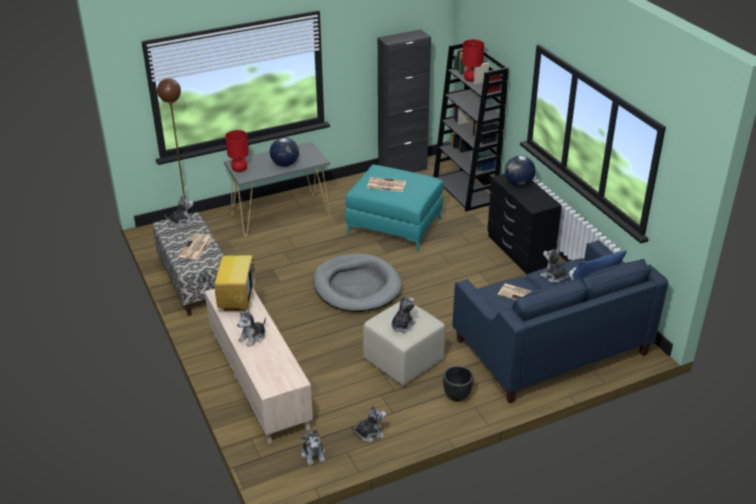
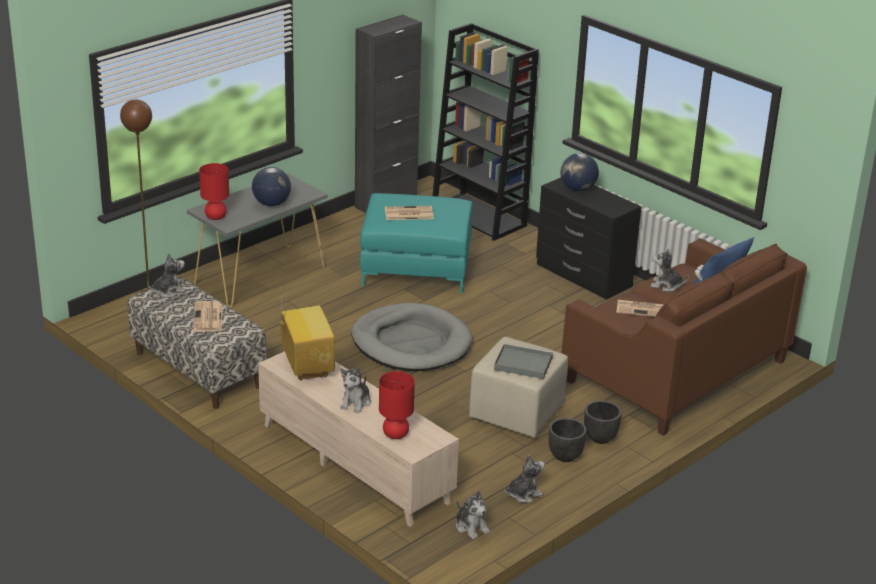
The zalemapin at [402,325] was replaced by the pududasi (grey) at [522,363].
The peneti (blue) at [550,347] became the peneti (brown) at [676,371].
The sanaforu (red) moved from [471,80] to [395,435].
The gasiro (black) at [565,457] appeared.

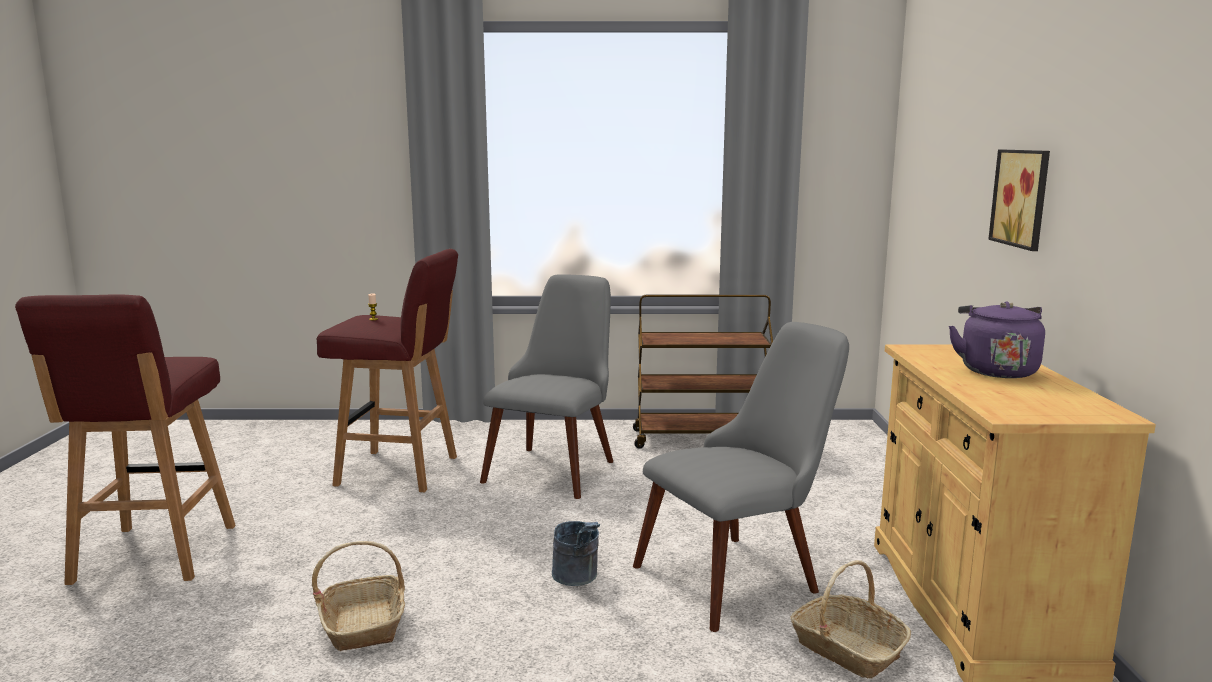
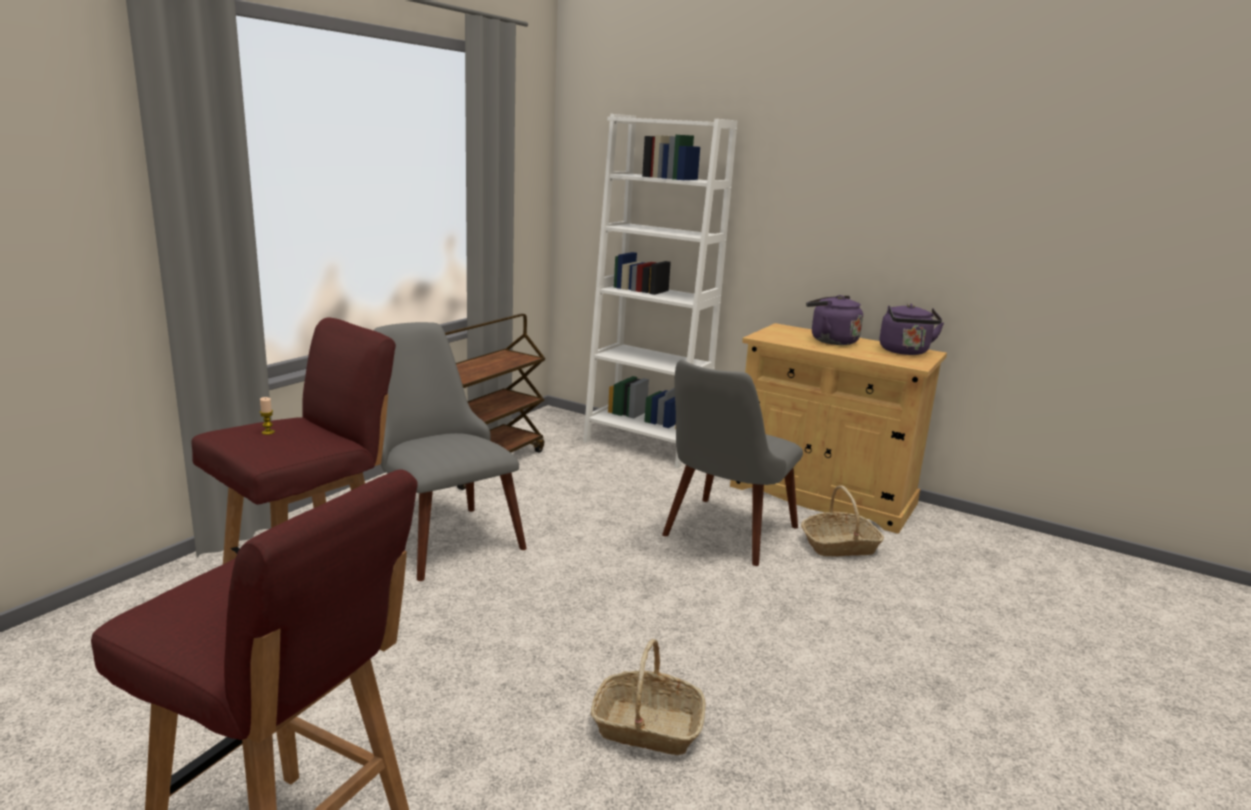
The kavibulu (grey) at [578,579] disappeared.
The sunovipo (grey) at [742,573] turned 150 degrees counterclockwise.
The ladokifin at [1024,198] disappeared.
The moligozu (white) at [645,445] appeared.
The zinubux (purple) at [905,352] appeared.

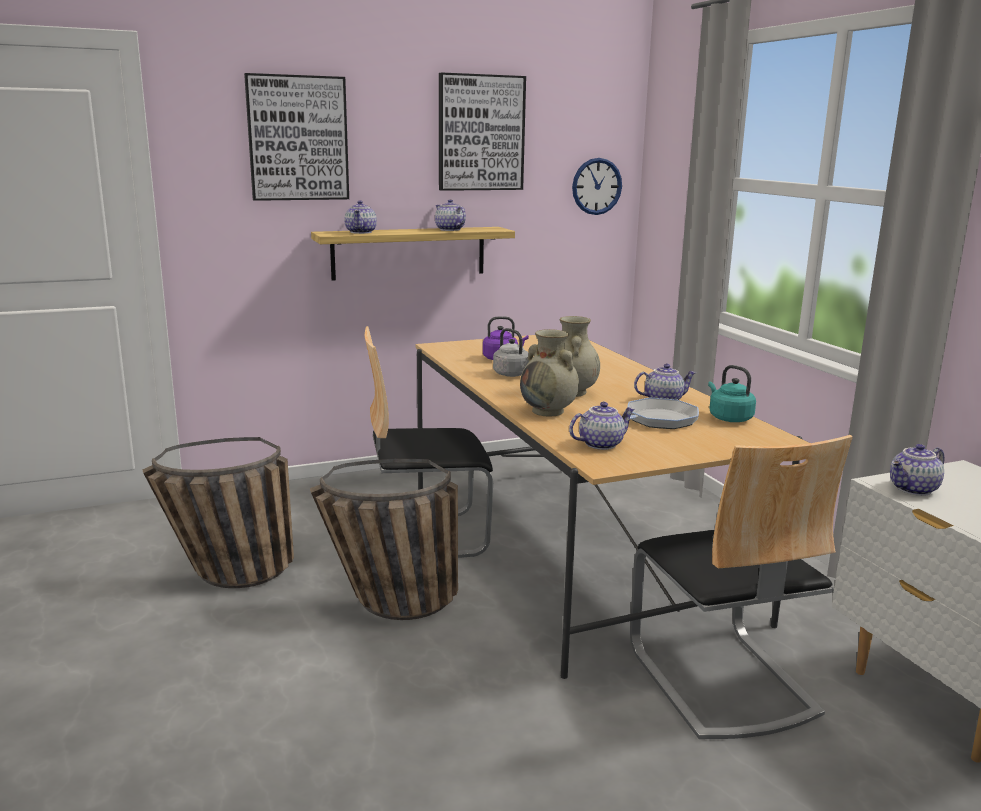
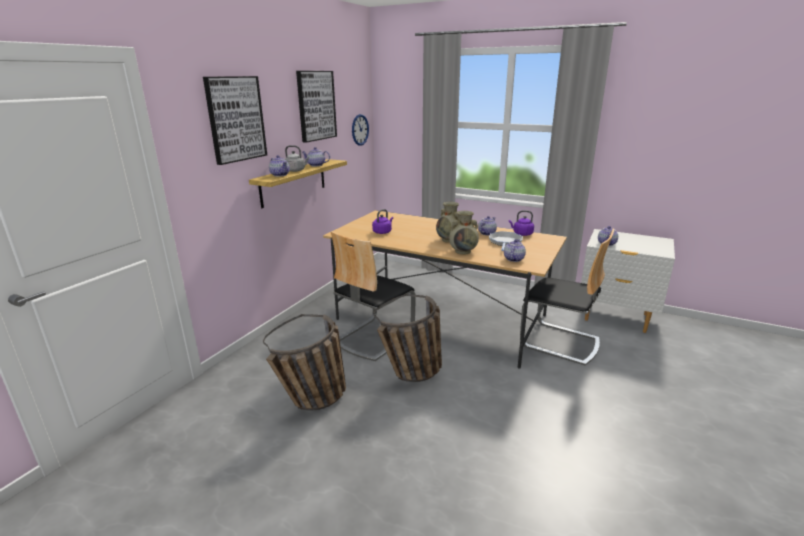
The zinubux (grey) moved from [513,374] to [296,170].
The zinubux (turquoise) at [728,418] became the zinubux (purple) at [521,234].

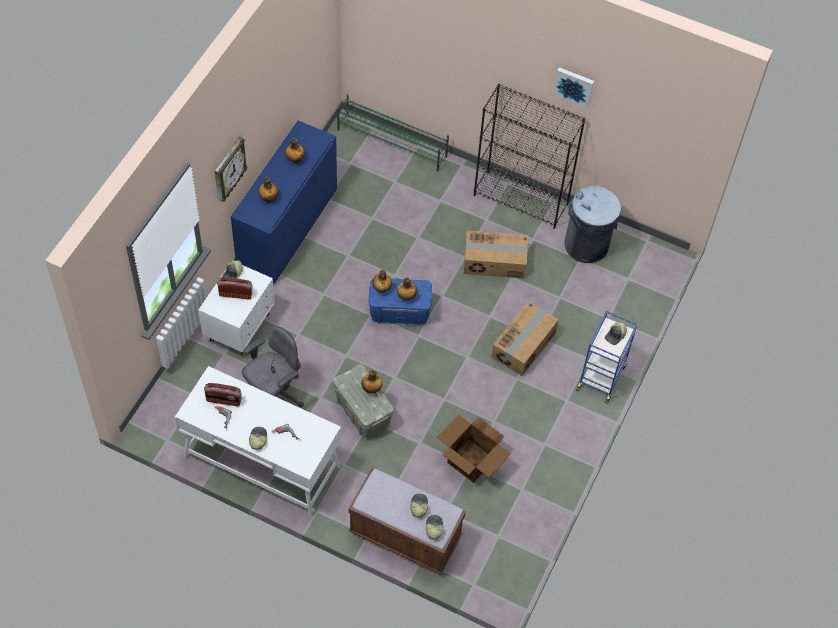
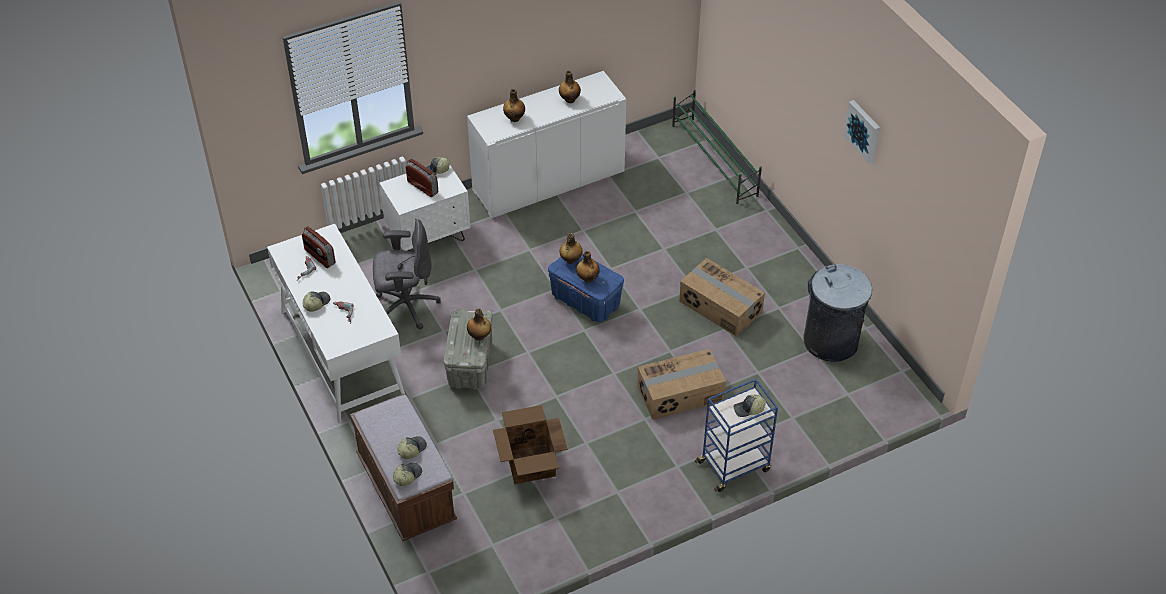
The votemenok at [228,170] disappeared.
The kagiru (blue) at [287,228] became the kagiru (white) at [548,181].
The moligozu (black) at [521,199] disappeared.

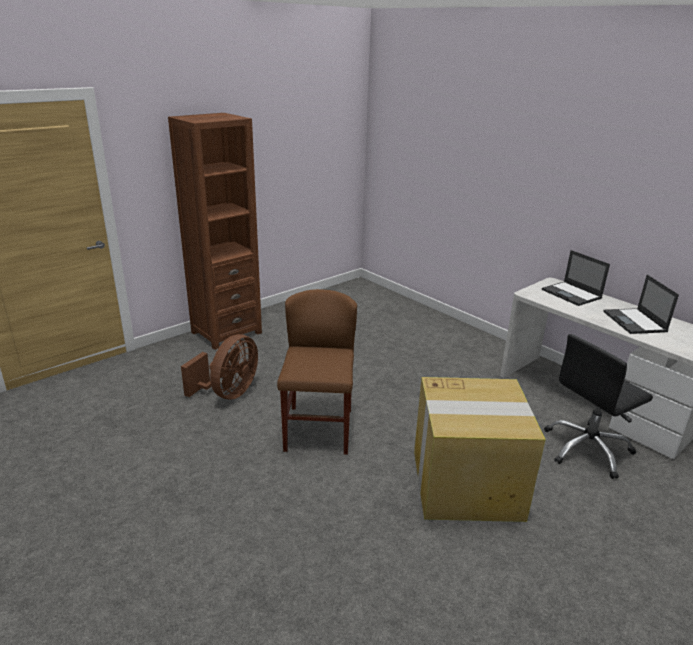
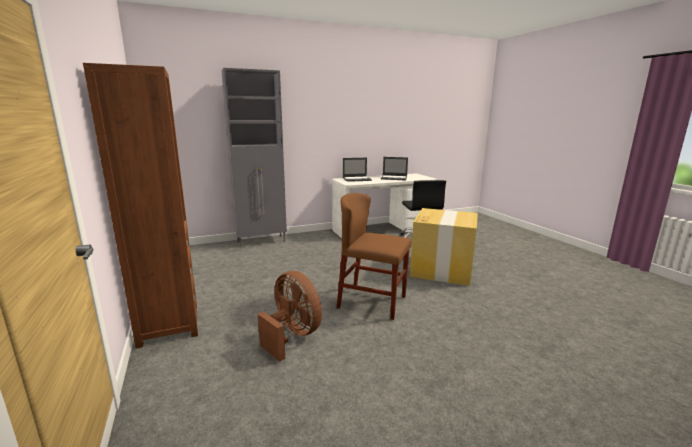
The kagiru (grey) at [262,241] appeared.

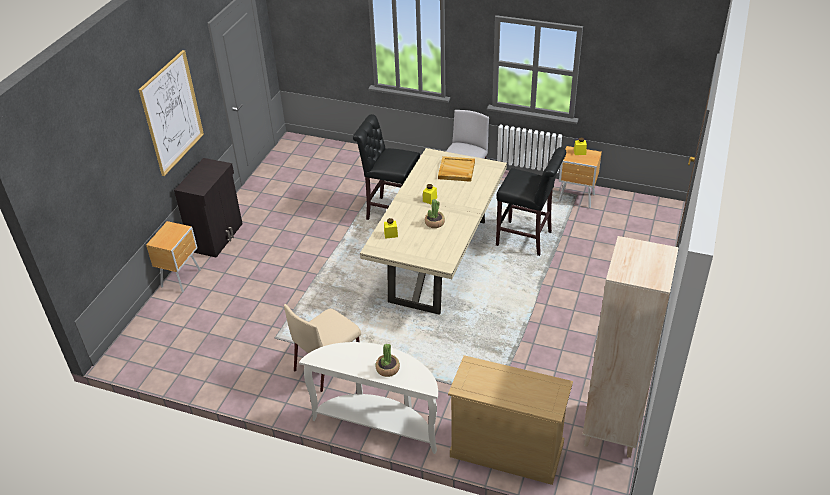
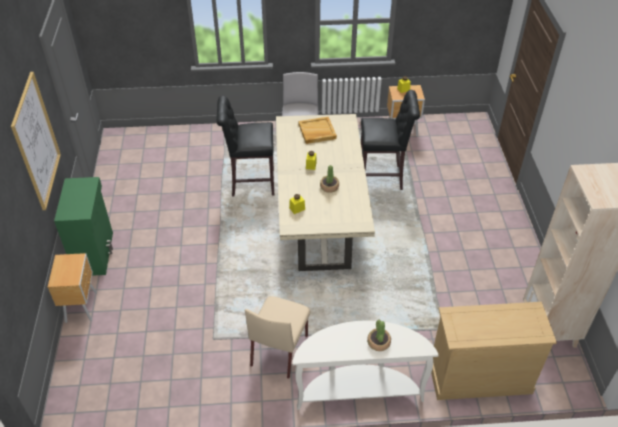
The kagiru (black) at [217,237] became the kagiru (green) at [95,253].

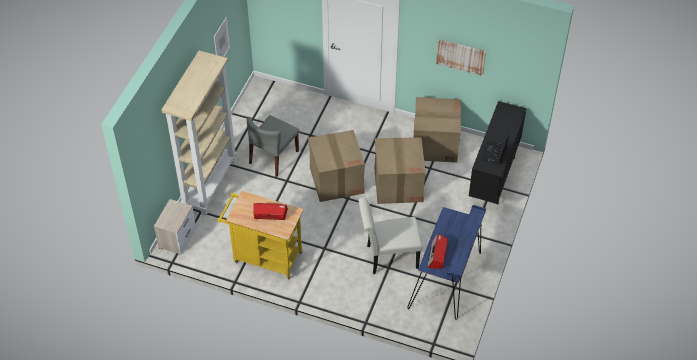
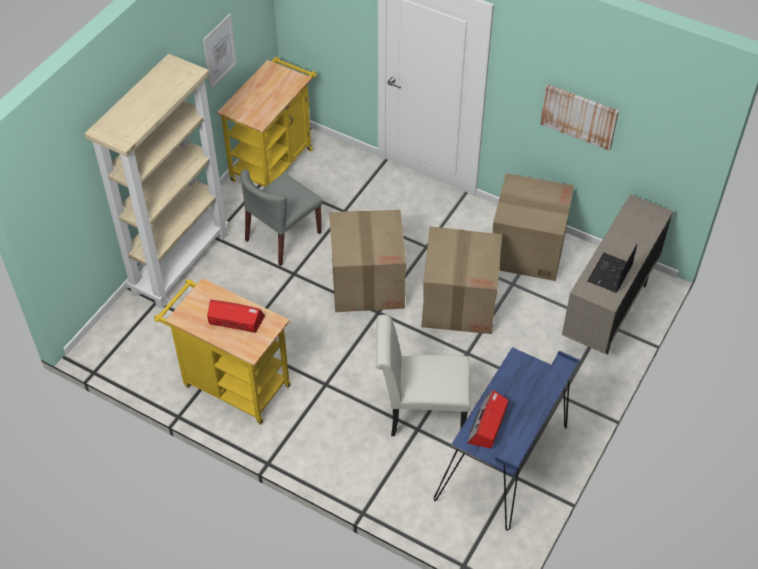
The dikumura at [178,237] disappeared.
The kagiru (black) at [493,177] became the kagiru (beige) at [608,312].
The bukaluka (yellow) at [274,161] appeared.

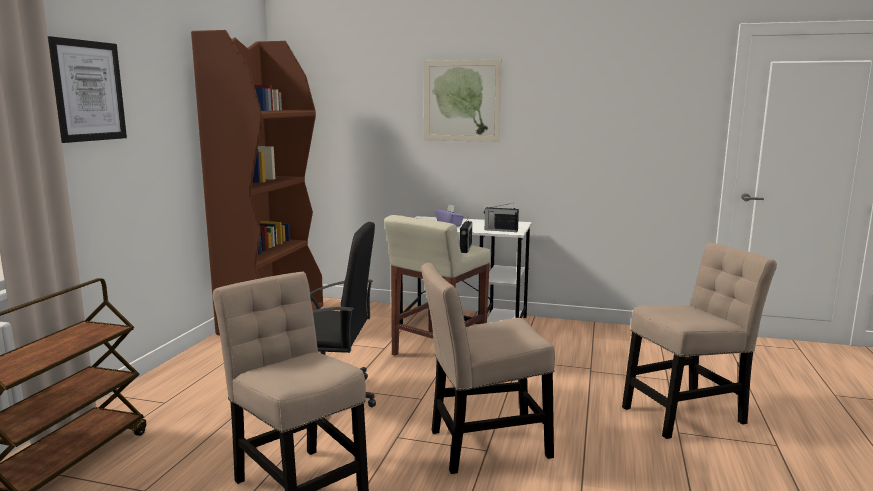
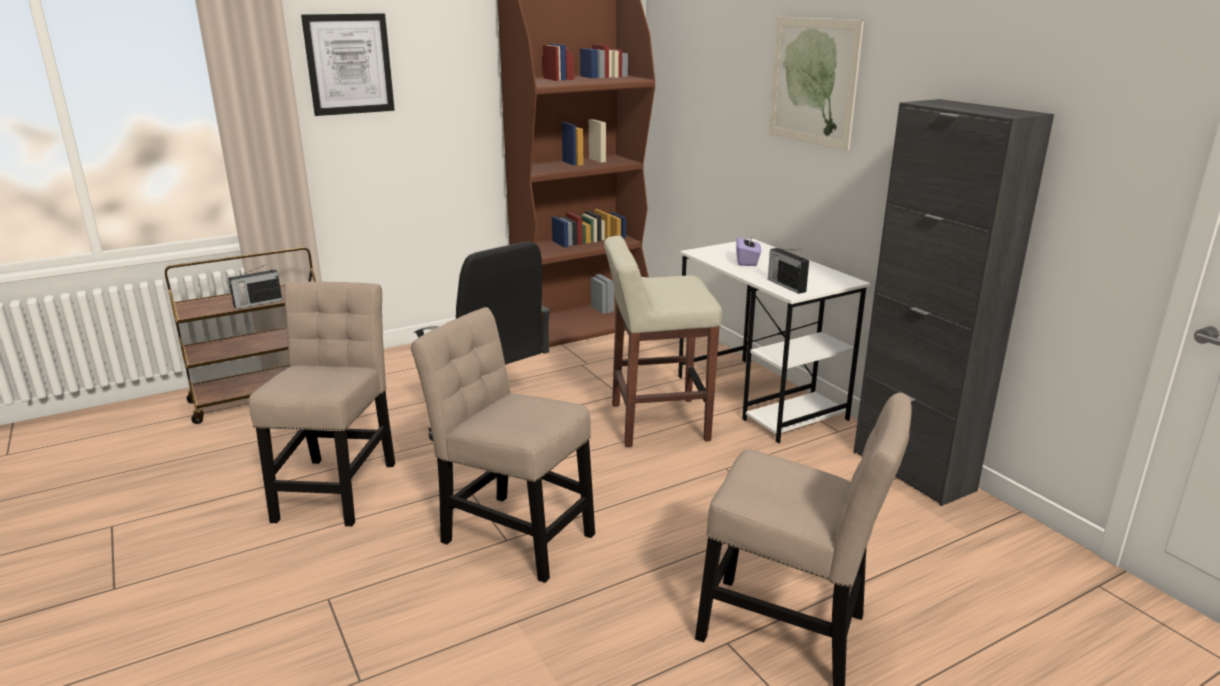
The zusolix moved from [465,248] to [257,303].
The kagiru (black) at [912,471] appeared.

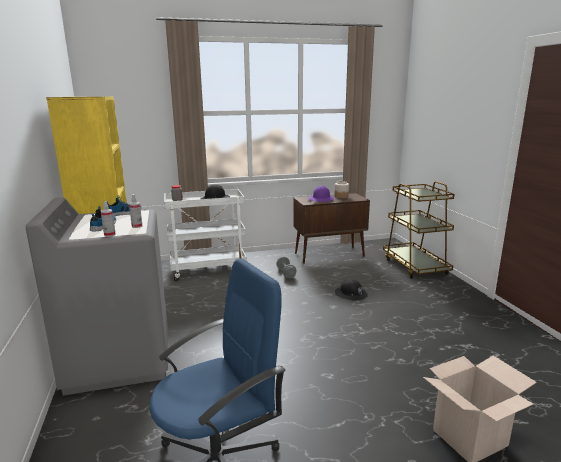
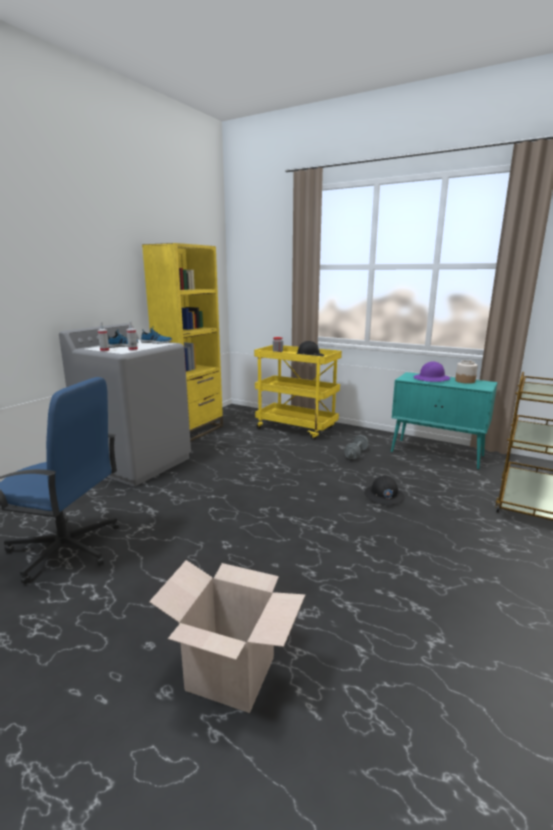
The bukaluka (white) at [208,269] became the bukaluka (yellow) at [297,428].
The kagiru (brown) at [330,255] became the kagiru (turquoise) at [437,454].

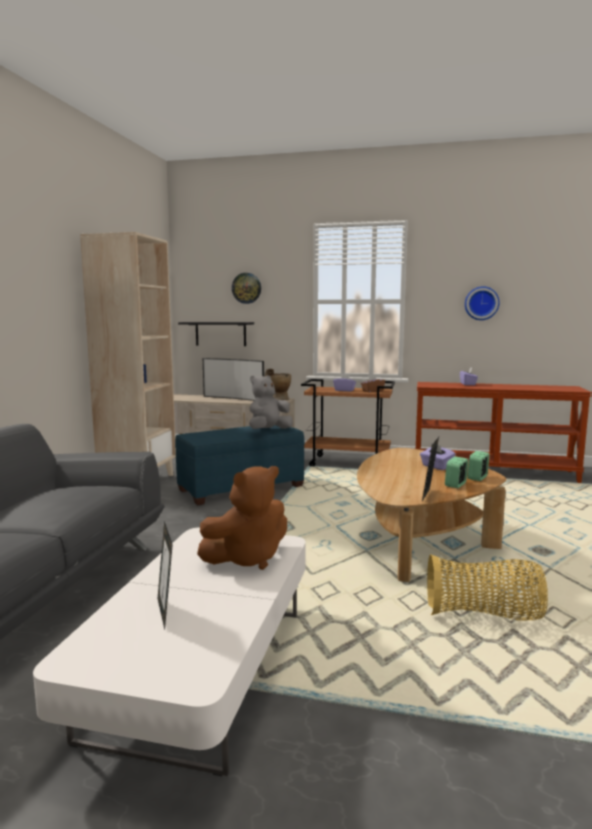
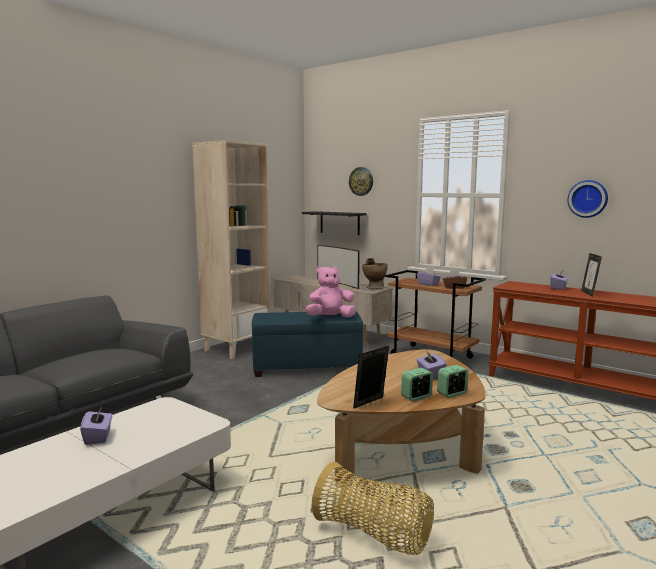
The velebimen moved from [166,612] to [589,293].
The zalemapin (brown) at [247,558] disappeared.
The zalemapin (grey) at [268,430] became the zalemapin (pink) at [330,318].
The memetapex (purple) at [98,437] appeared.

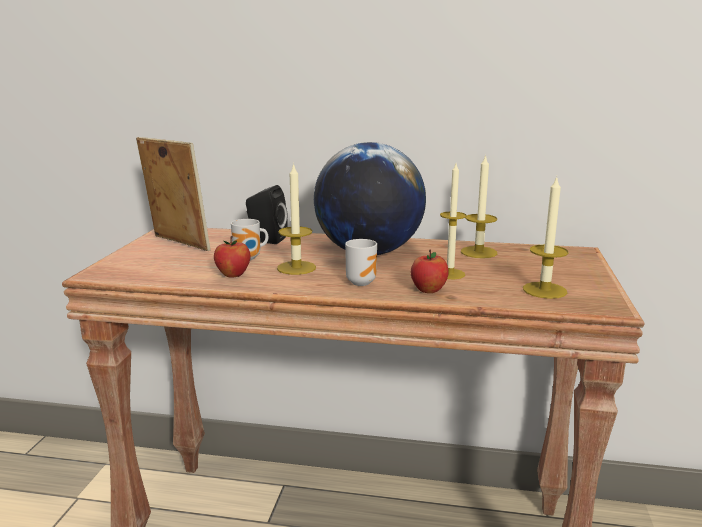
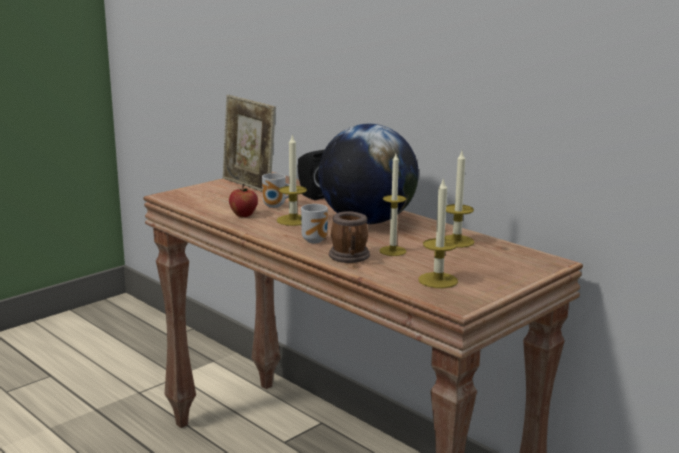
The velebimen at [177,244] turned 150 degrees clockwise.
The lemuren at [428,290] was replaced by the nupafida at [350,257].

